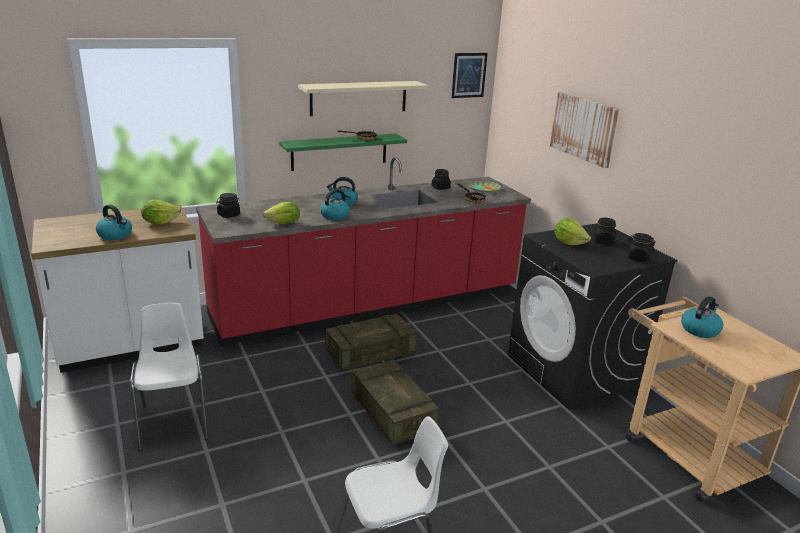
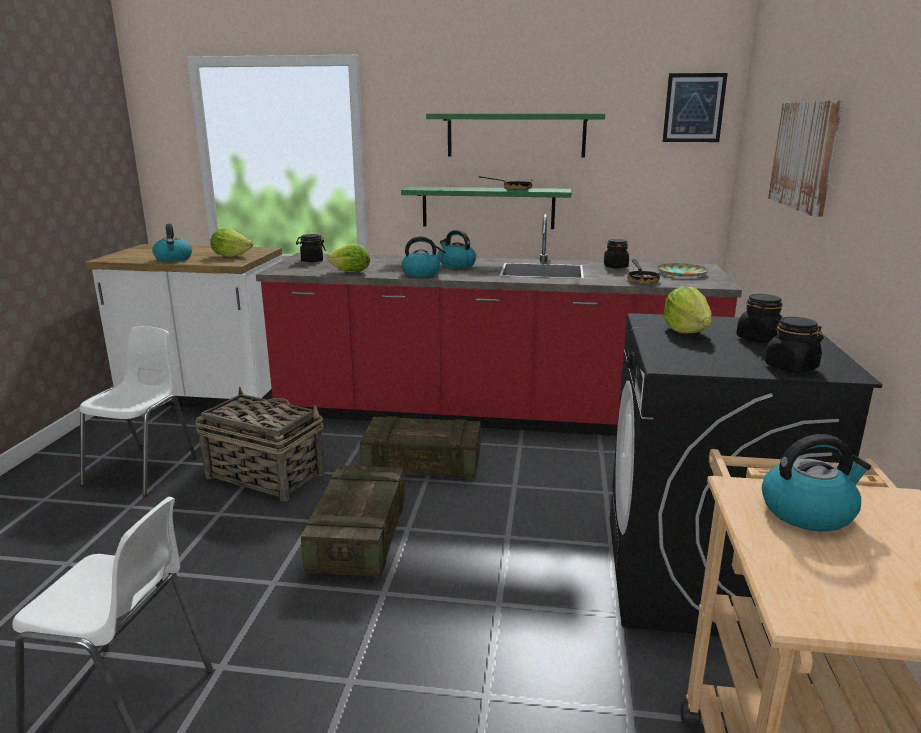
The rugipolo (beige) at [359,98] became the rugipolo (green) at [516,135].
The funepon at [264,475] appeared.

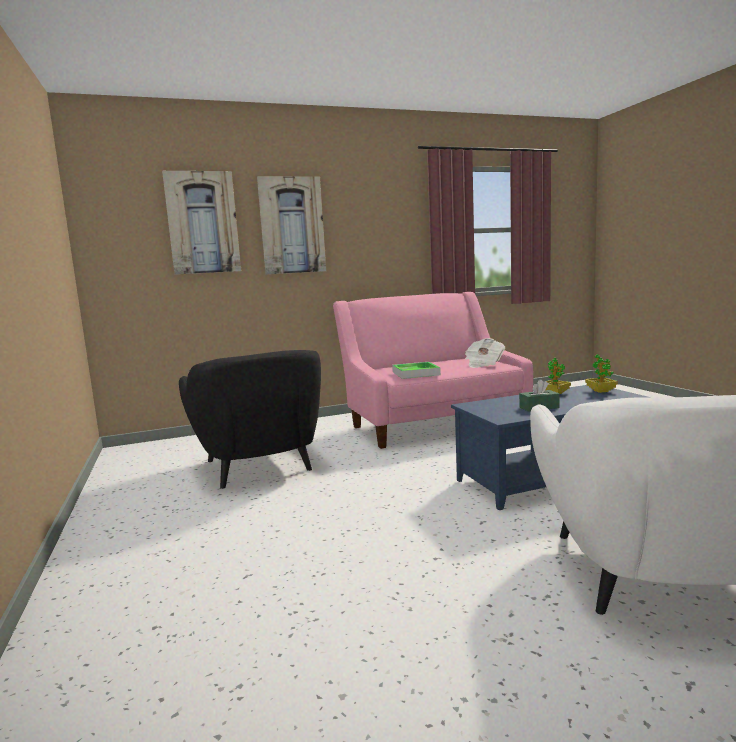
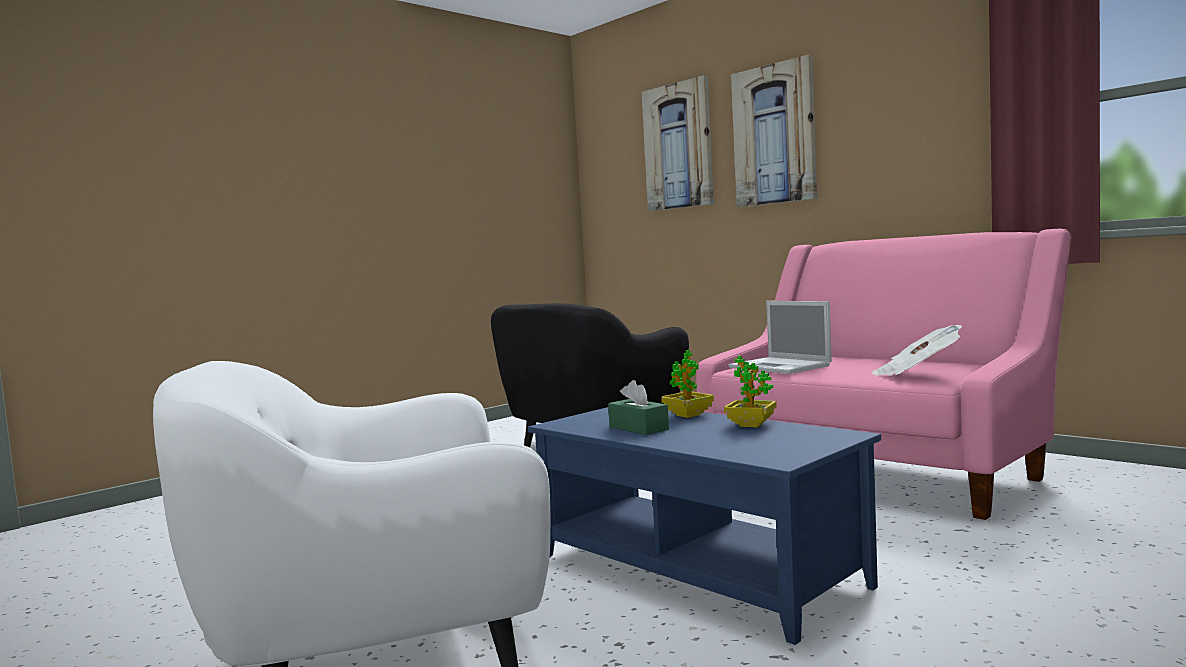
The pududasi at [416,373] was replaced by the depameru at [781,366].
The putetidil moved from [601,391] to [688,415].

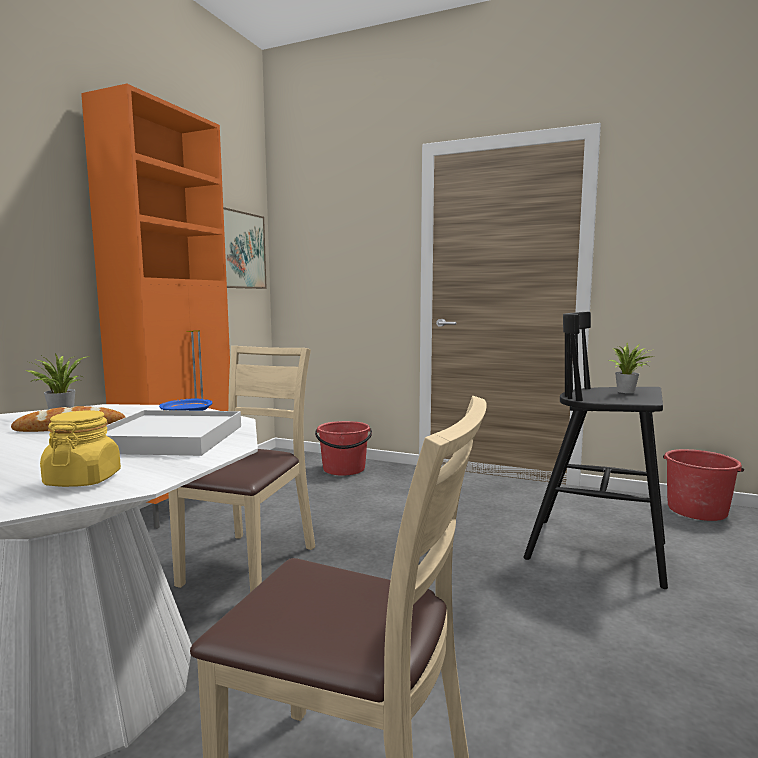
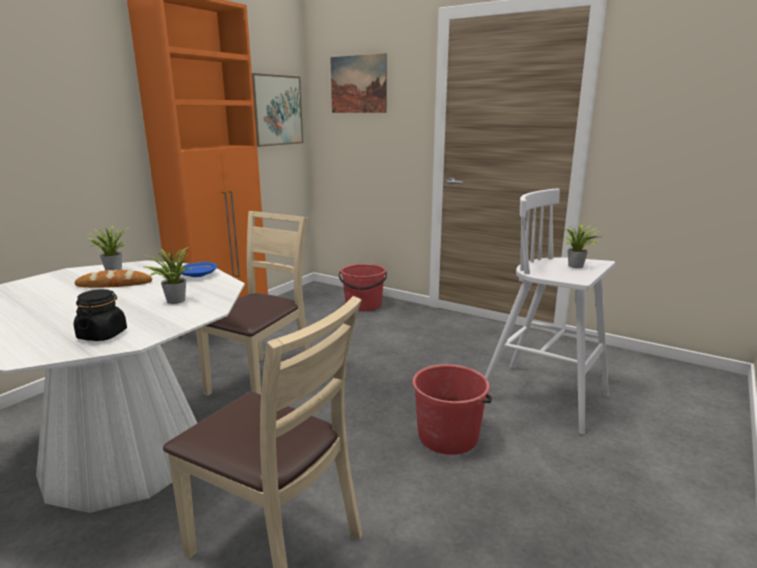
The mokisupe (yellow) at [83,480] became the mokisupe (black) at [102,335].
The pududasi (white) at [170,439] was replaced by the putetidil at [173,300].
The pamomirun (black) at [599,551] became the pamomirun (white) at [545,397].
The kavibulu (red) moved from [697,510] to [448,436].
The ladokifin at [358,84] appeared.

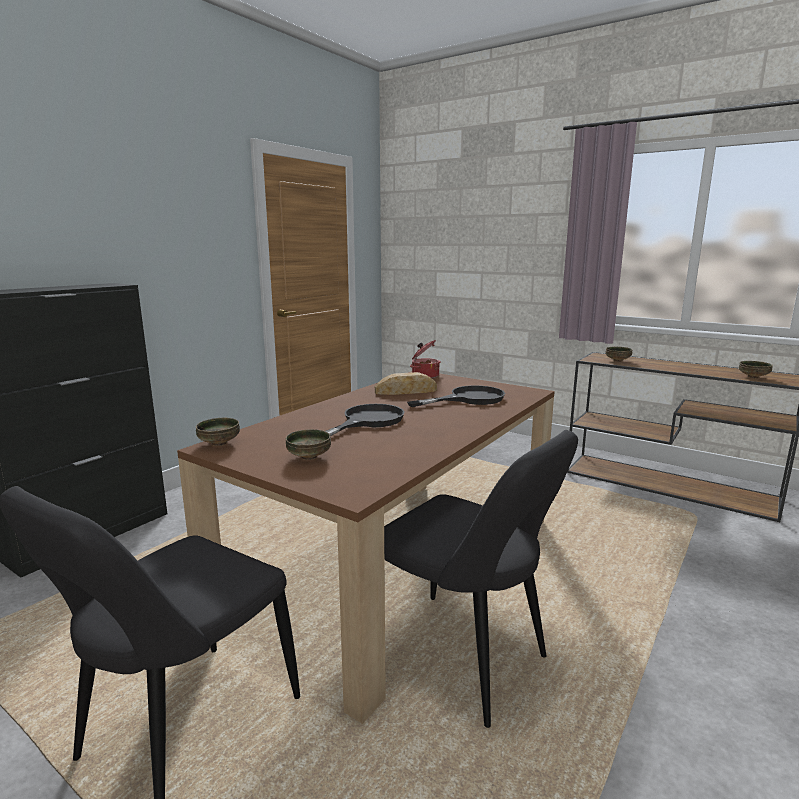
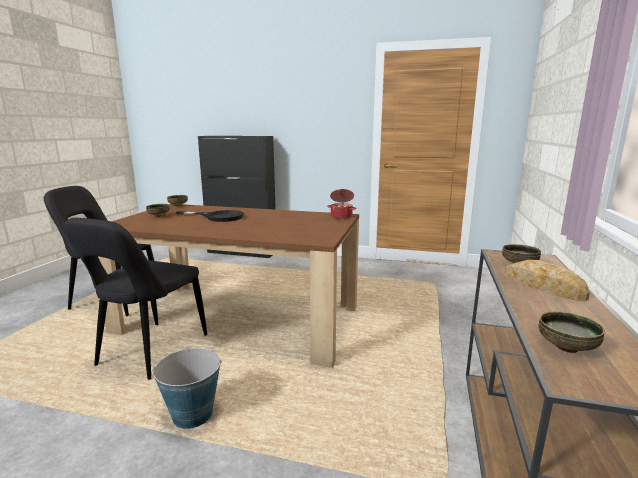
The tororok moved from [406,391] to [543,286].
The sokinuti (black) at [468,399] disappeared.
The kavibulu at [192,415] appeared.

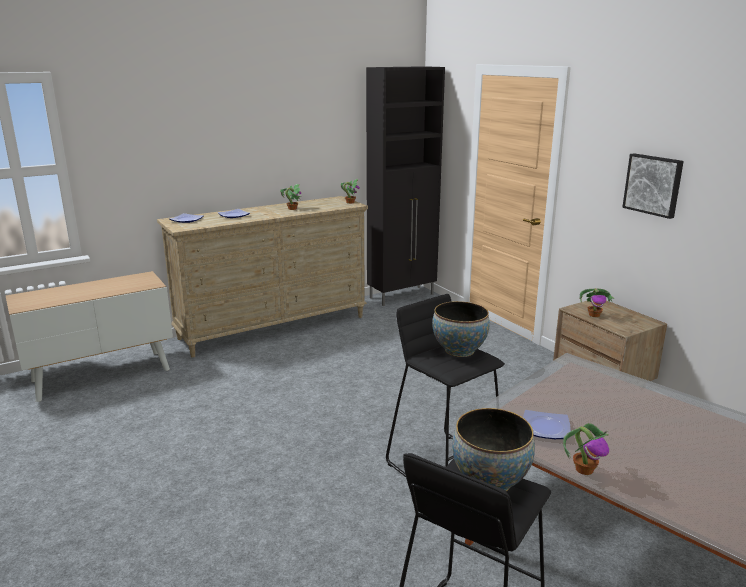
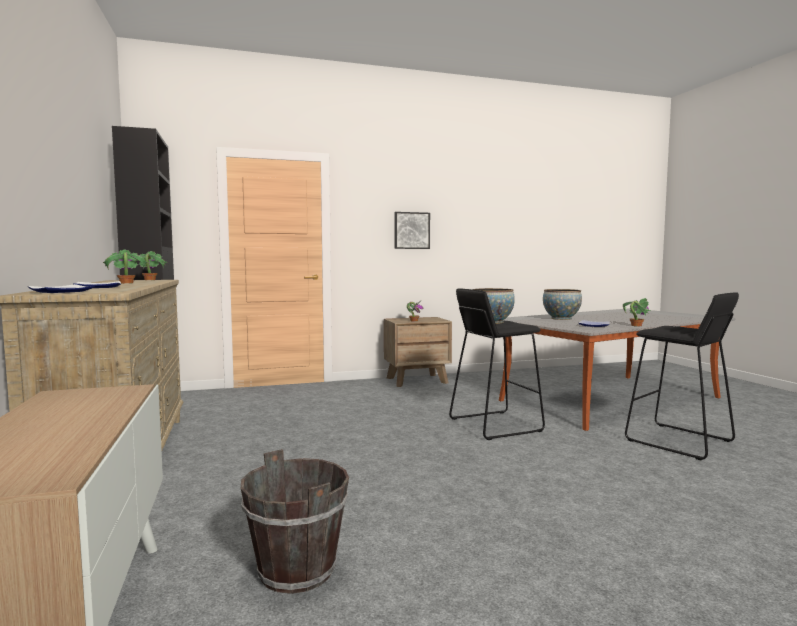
The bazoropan moved from [490,481] to [561,318].
The kavibulu (brown) at [297,570] appeared.

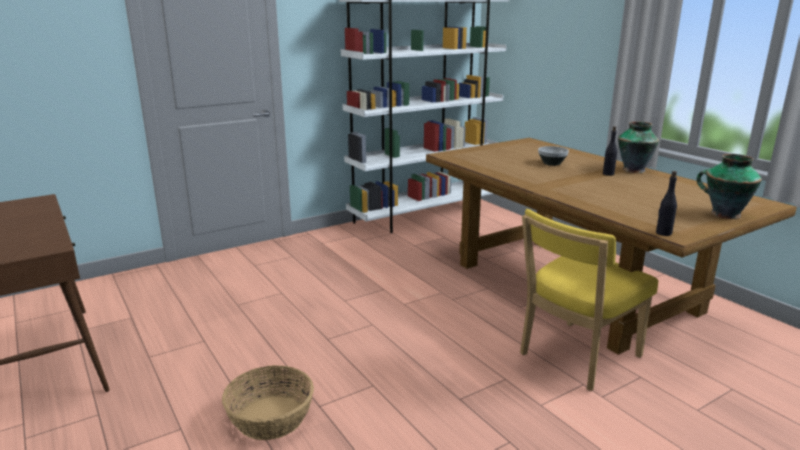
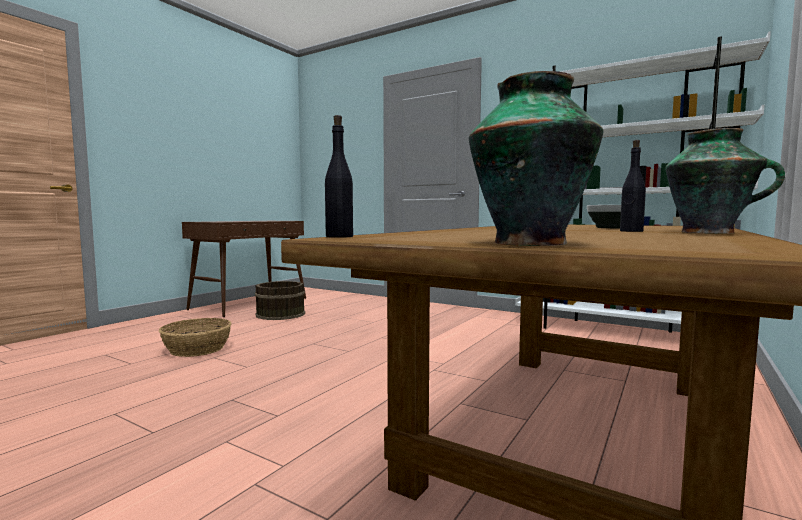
The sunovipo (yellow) at [575,357] disappeared.
The kavibulu (brown) at [280,314] appeared.

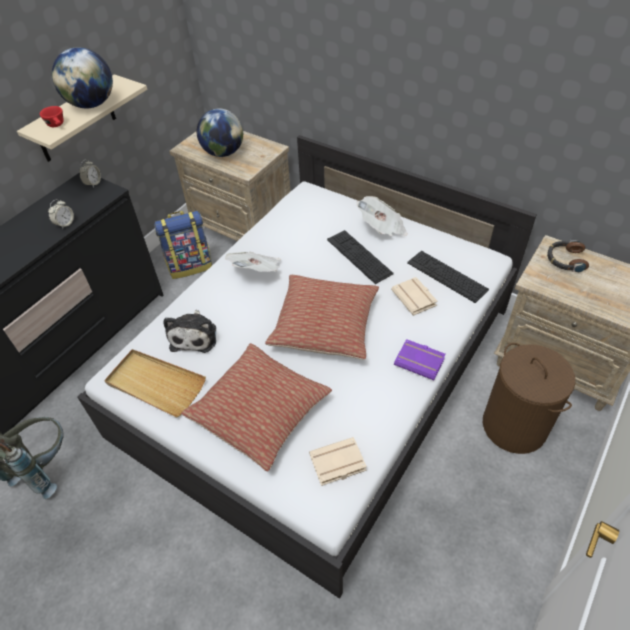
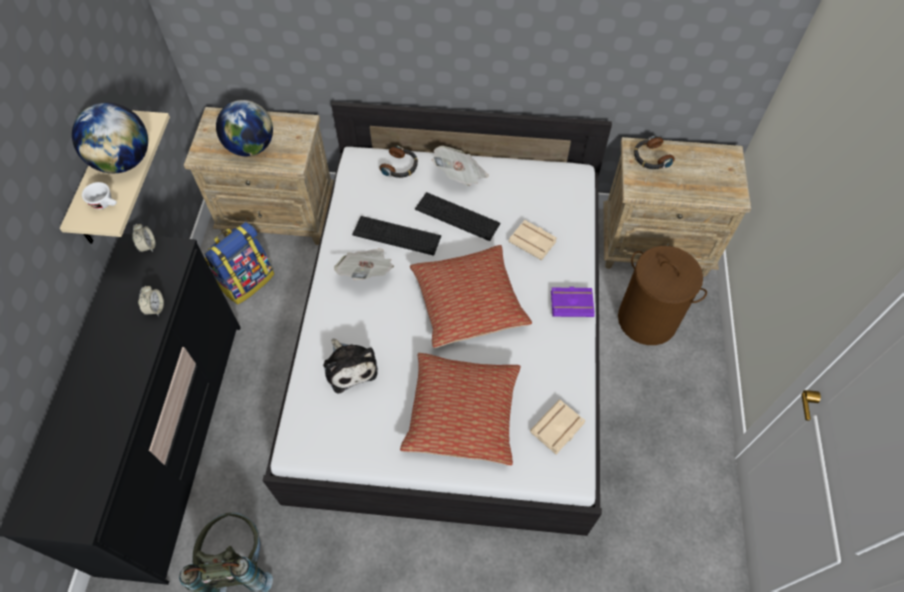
The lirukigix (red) at [57,125] became the lirukigix (white) at [106,204].
The pududasi (beige) at [155,384] disappeared.
The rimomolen moved from [447,276] to [396,235].
The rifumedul at [400,167] appeared.

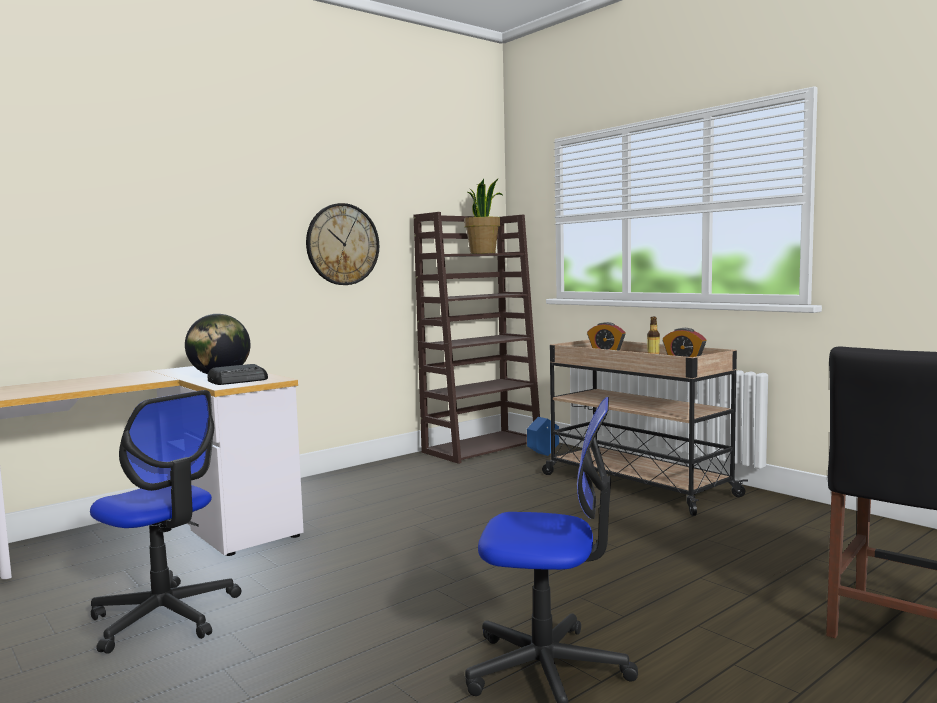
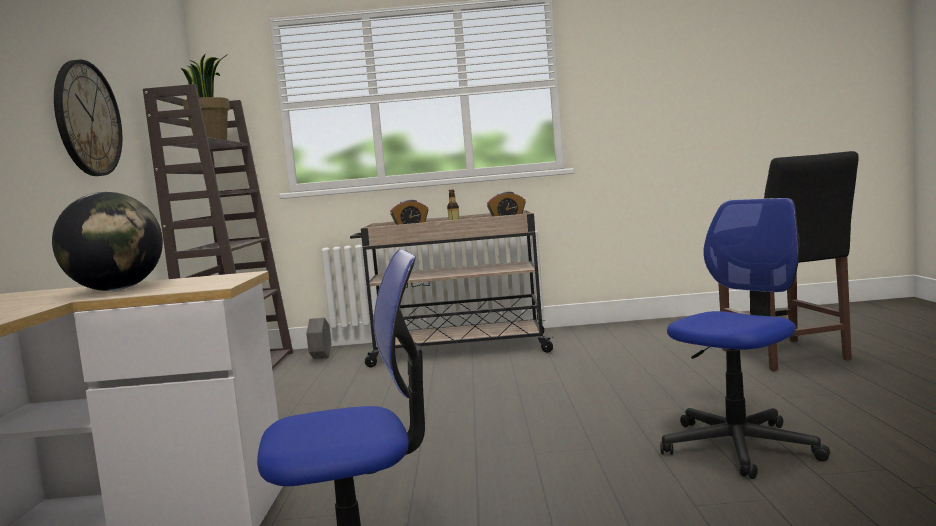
The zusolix at [239,381] disappeared.
The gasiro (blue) at [543,454] became the gasiro (grey) at [321,358].

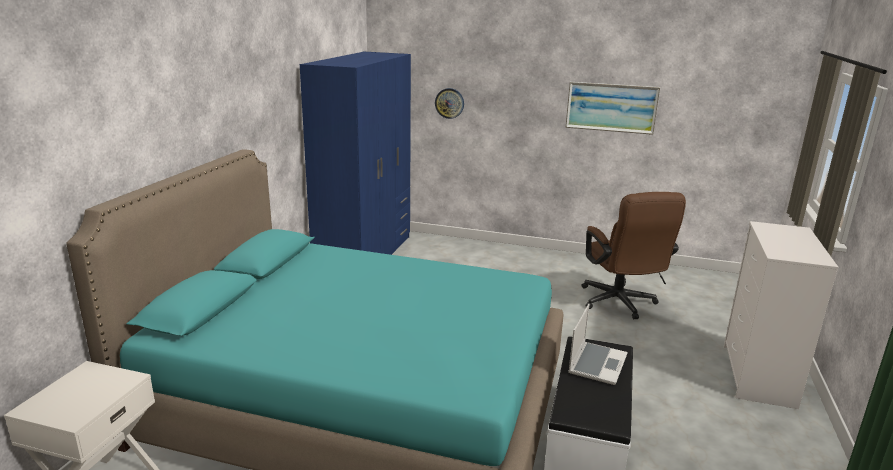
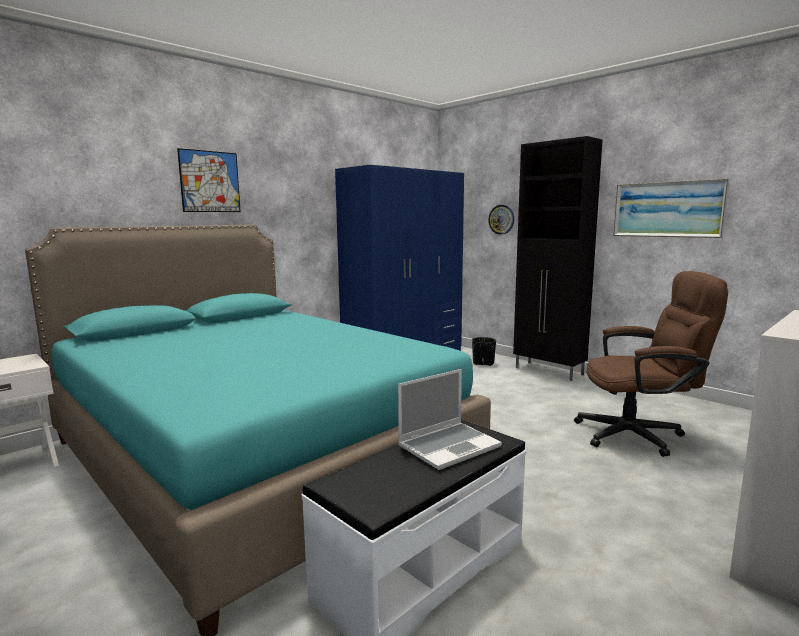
The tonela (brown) at [620,304] turned 105 degrees counterclockwise.
The ladokifin at [210,181] appeared.
The gasiro (black) at [483,363] appeared.
The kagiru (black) at [549,371] appeared.

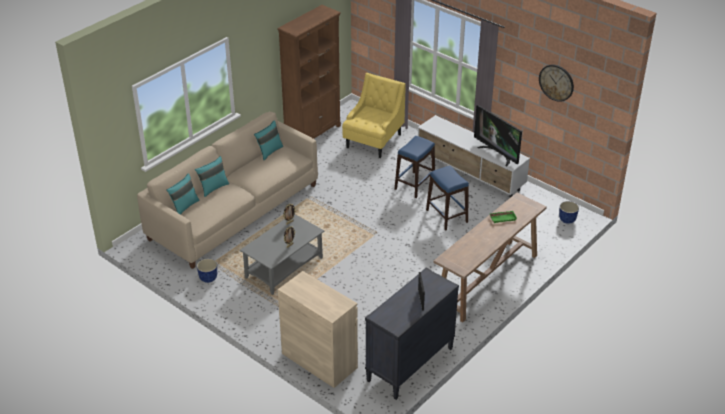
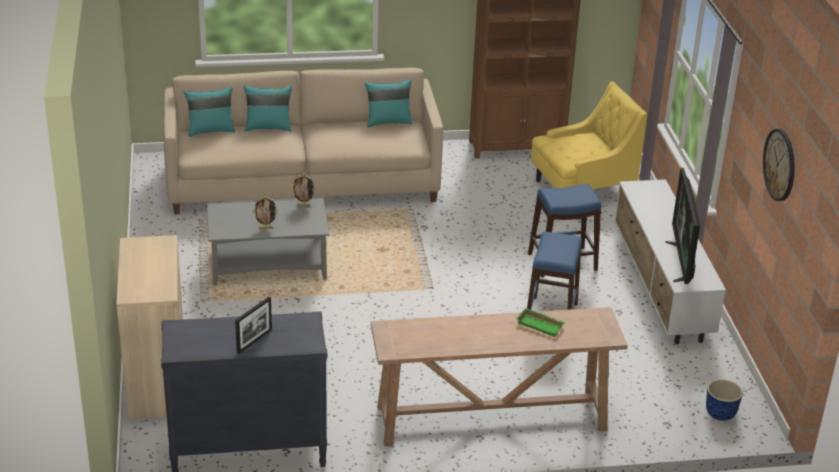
The gasiro at [208,278] disappeared.

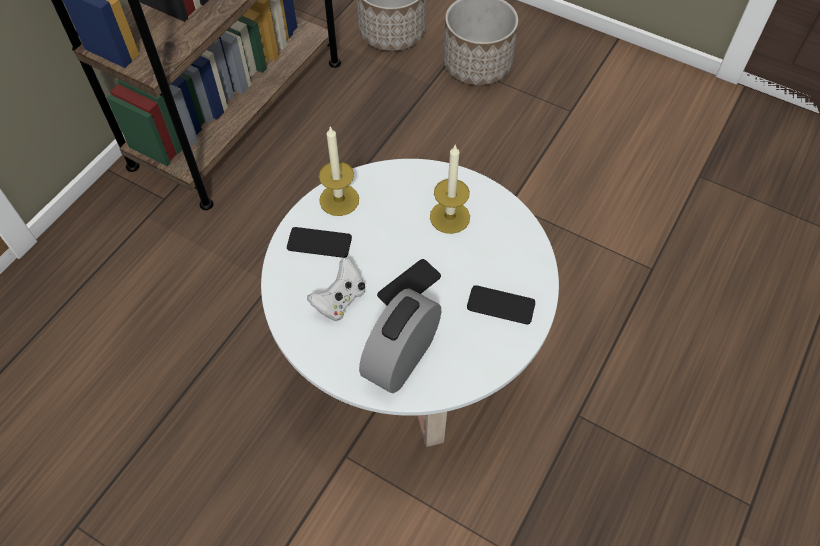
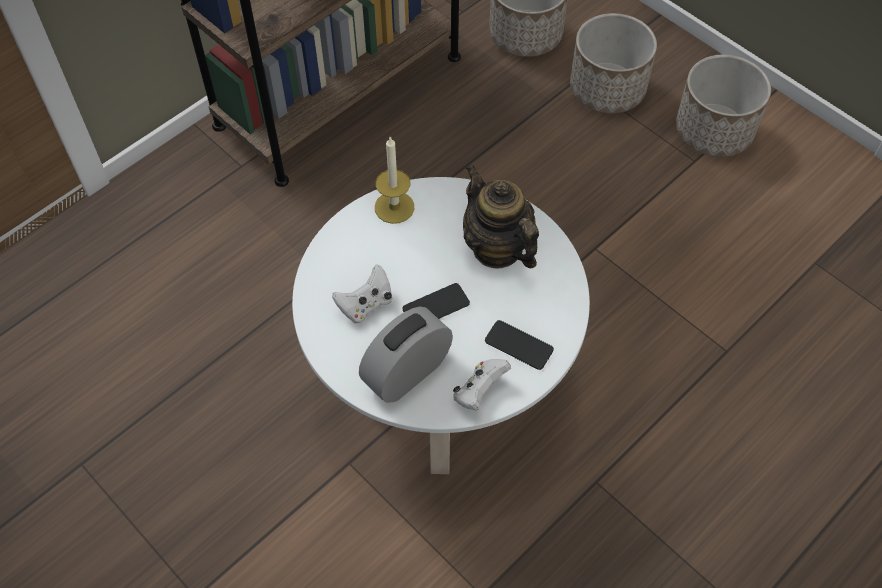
The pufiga at [319,243] disappeared.
The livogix at [450,217] was replaced by the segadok at [497,248].
The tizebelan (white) at [479,391] appeared.
The gasiro at [713,131] appeared.

